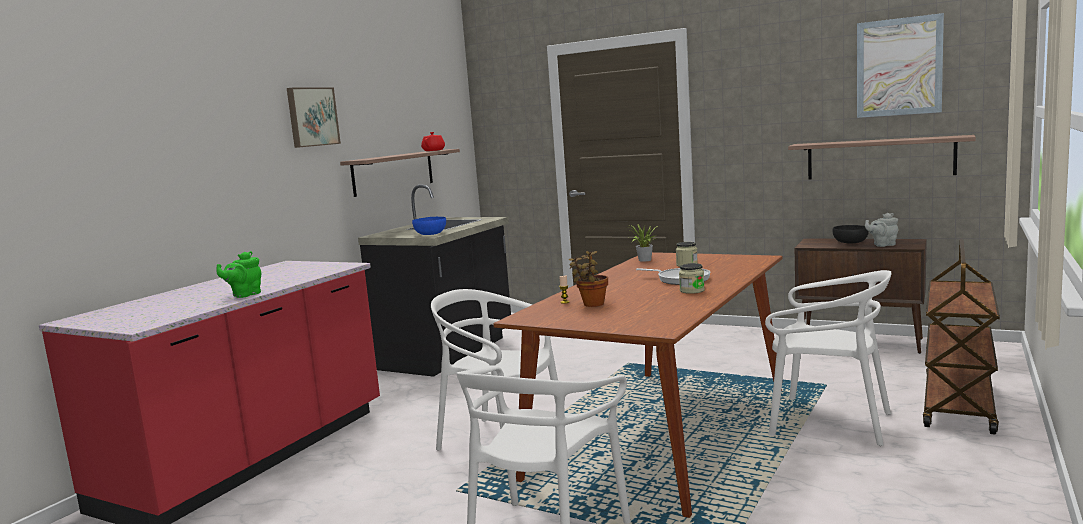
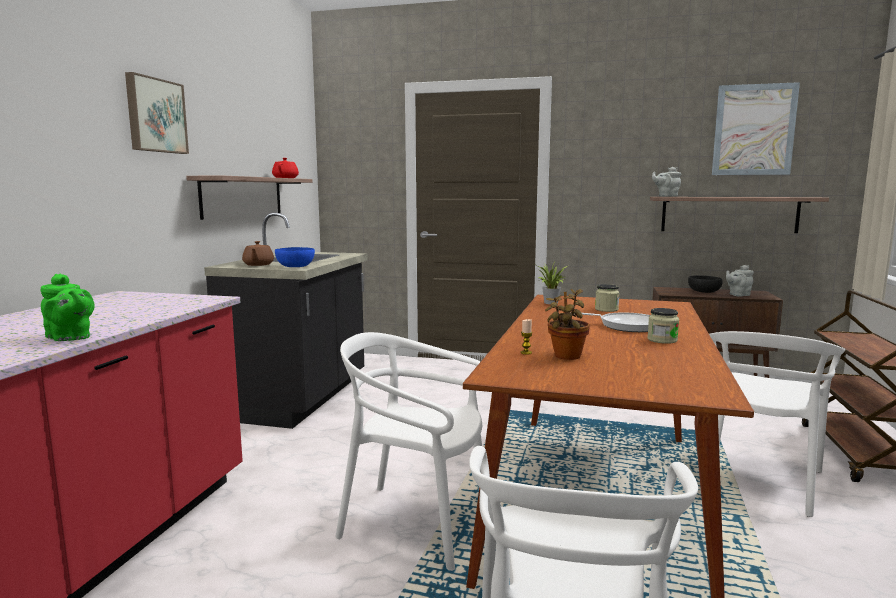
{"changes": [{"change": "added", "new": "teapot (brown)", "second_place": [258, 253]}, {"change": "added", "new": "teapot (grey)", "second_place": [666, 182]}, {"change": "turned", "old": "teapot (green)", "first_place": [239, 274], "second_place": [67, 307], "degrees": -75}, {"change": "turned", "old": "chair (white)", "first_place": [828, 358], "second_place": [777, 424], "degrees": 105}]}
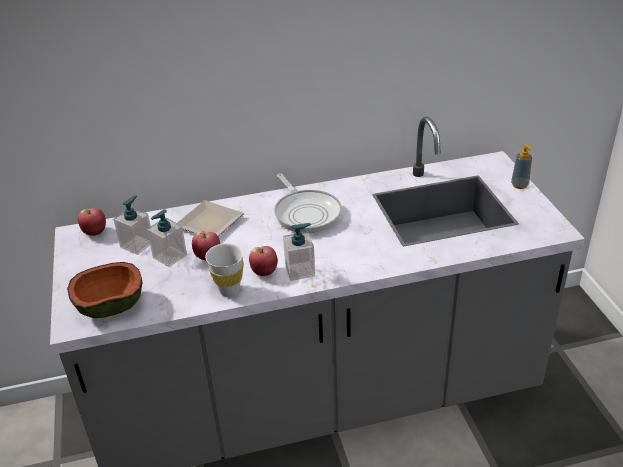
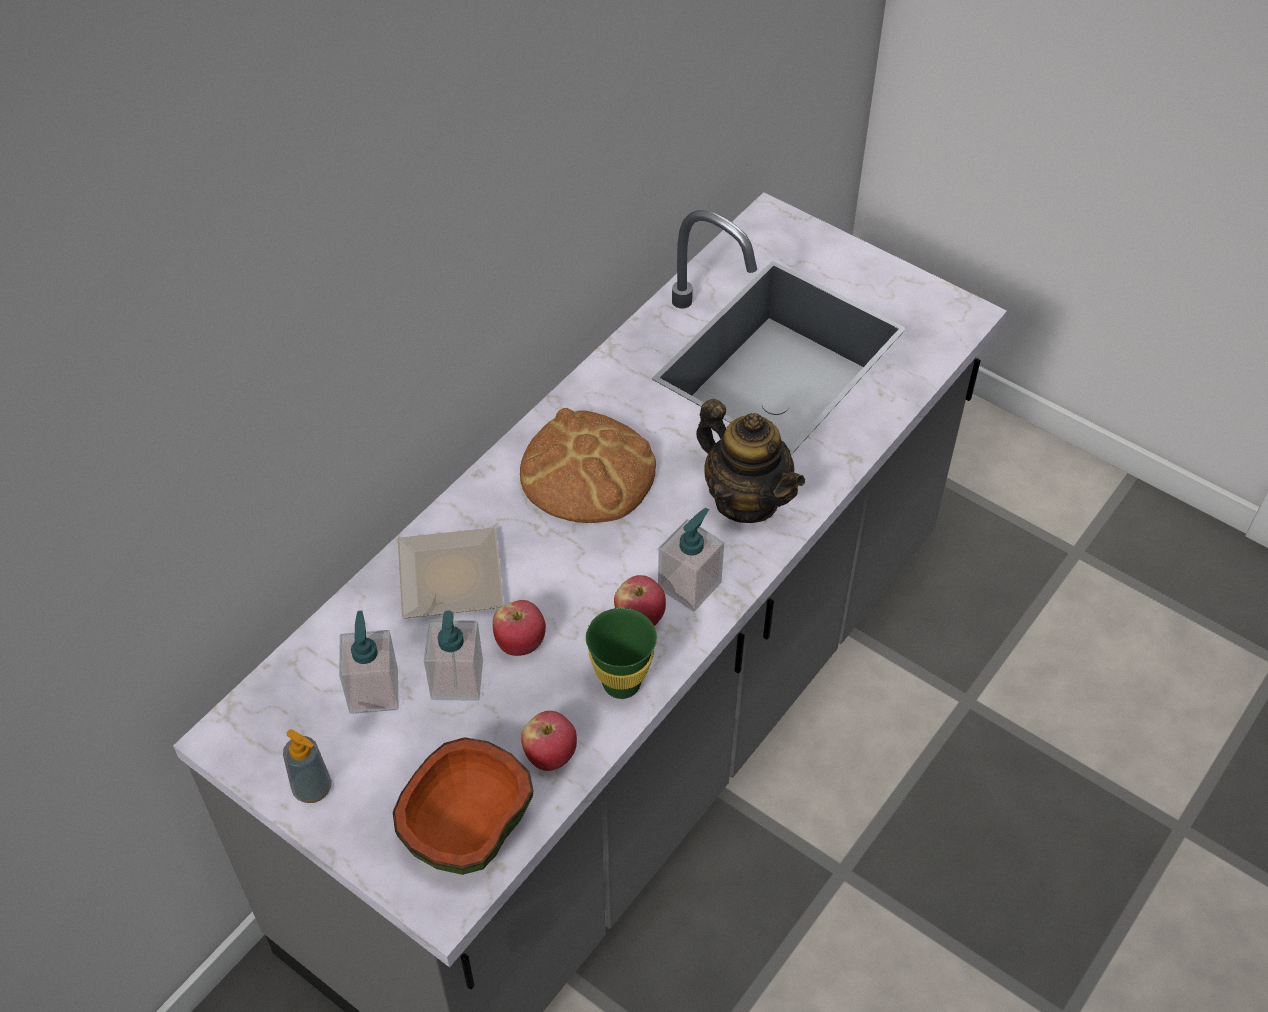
{"changes": [{"change": "added", "new": "teapot", "second_place": [750, 461]}, {"change": "moved", "old": "apple fruit", "first_place": [92, 222], "second_place": [549, 741]}, {"change": "moved", "old": "soap dispenser", "first_place": [521, 166], "second_place": [307, 766]}, {"change": "replaced", "old": "pan", "new": "baked bread", "first_place": [308, 203], "second_place": [588, 465]}, {"change": "recoloured", "old": "small cup (white)", "new": "small cup (green)", "first_place": [224, 270], "second_place": [621, 653]}]}
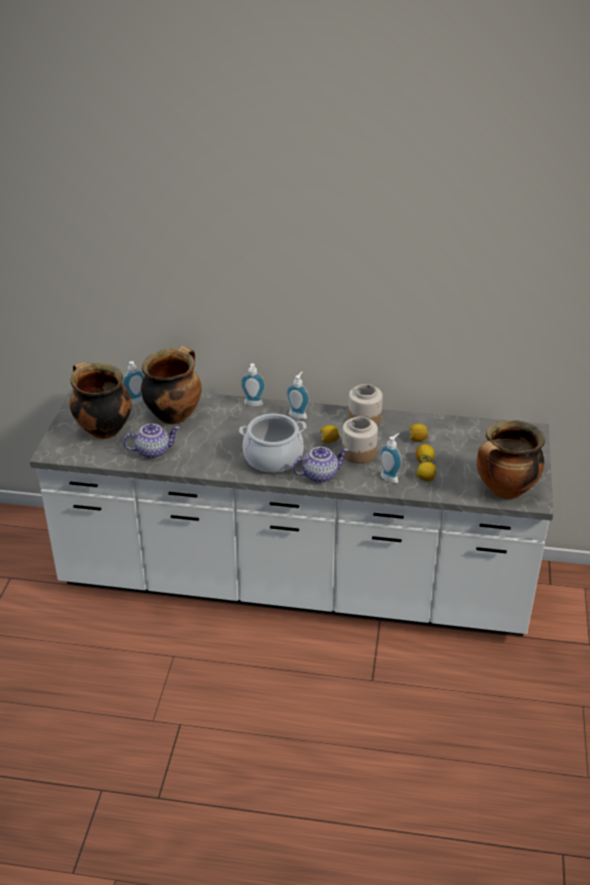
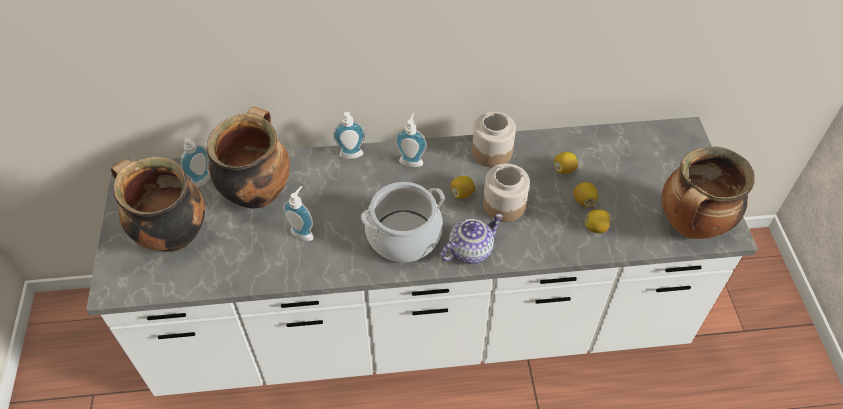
{"changes": [{"change": "removed", "old": "teapot", "first_place": [151, 441]}, {"change": "moved", "old": "soap dispenser", "first_place": [391, 458], "second_place": [298, 213]}]}
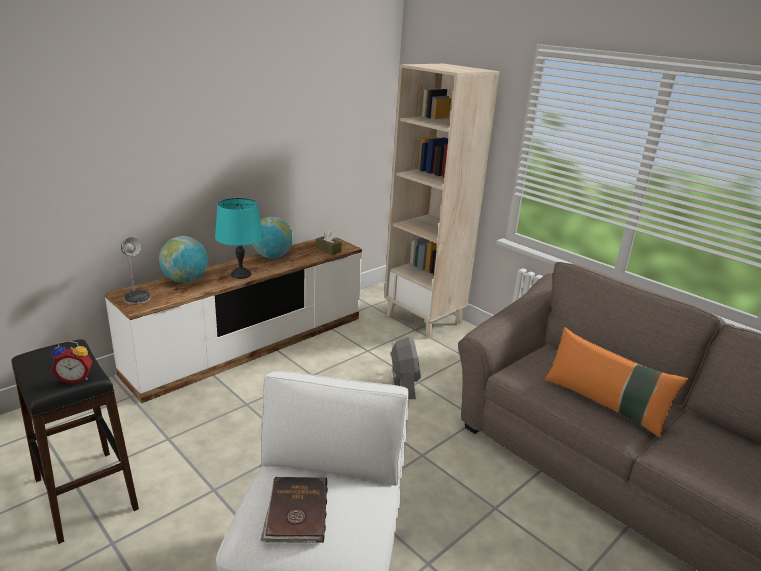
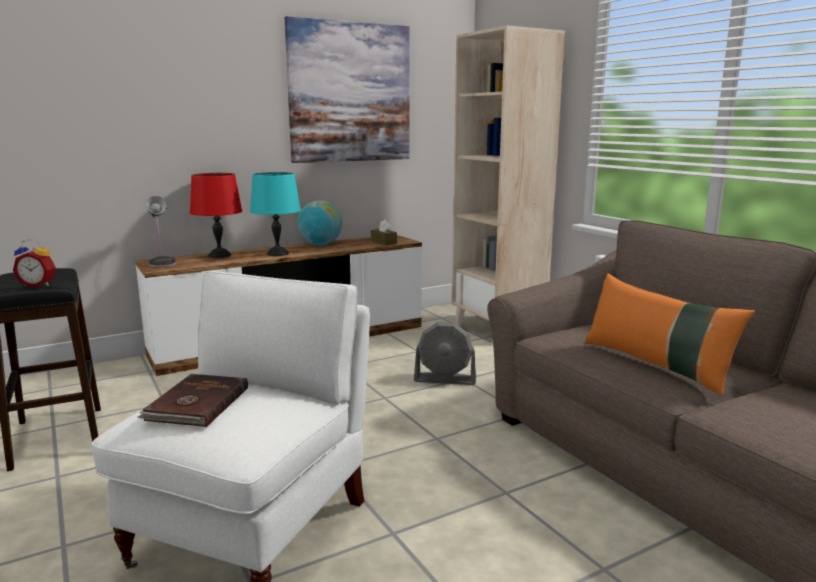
{"changes": [{"change": "added", "new": "wall art", "second_place": [346, 89]}, {"change": "replaced", "old": "globe", "new": "lamp for a table (red-coloured)", "first_place": [183, 259], "second_place": [216, 215]}, {"change": "turned", "old": "fan (grey)", "first_place": [406, 368], "second_place": [445, 353], "degrees": 90}]}
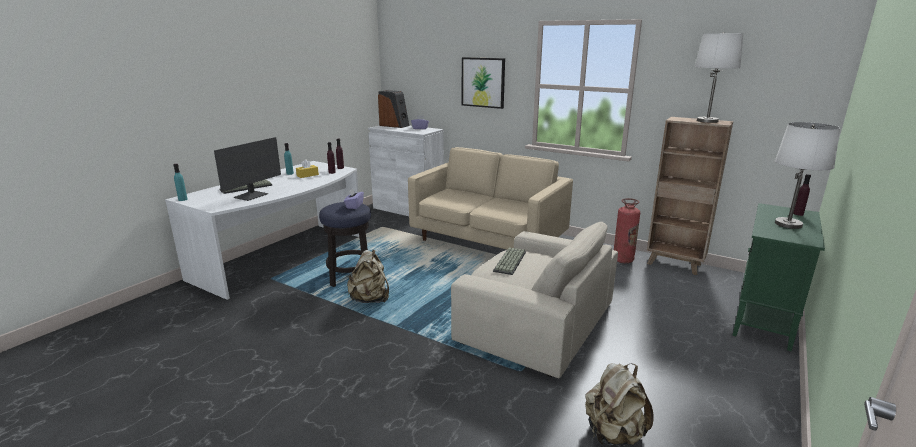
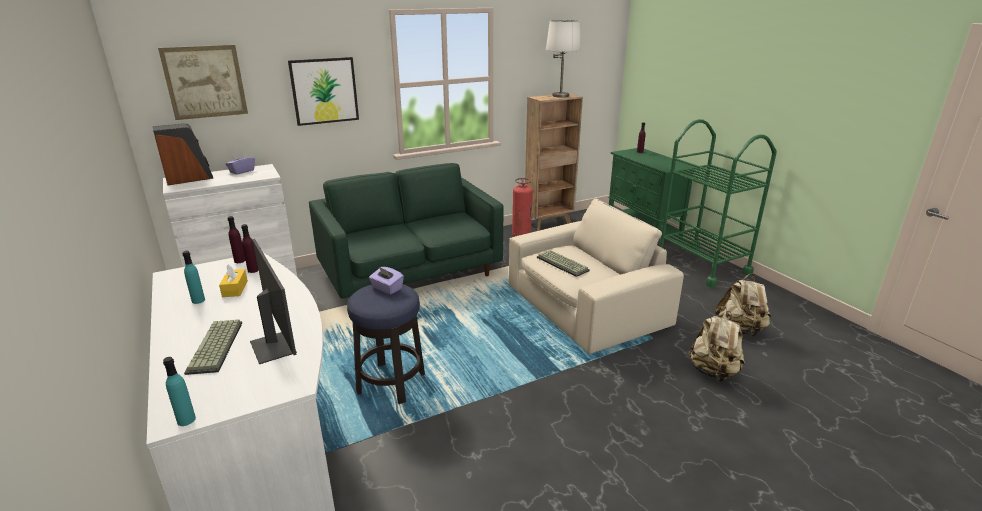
{"changes": [{"change": "removed", "old": "lamp for a table (white)", "first_place": [807, 175]}, {"change": "added", "new": "wall art", "second_place": [203, 82]}, {"change": "added", "new": "wheeled cart (green)", "second_place": [718, 203]}, {"change": "moved", "old": "backpack (sand-coloured)", "first_place": [368, 276], "second_place": [716, 346]}, {"change": "recoloured", "old": "settee (sand-coloured)", "new": "settee (green)", "first_place": [490, 198], "second_place": [406, 231]}]}
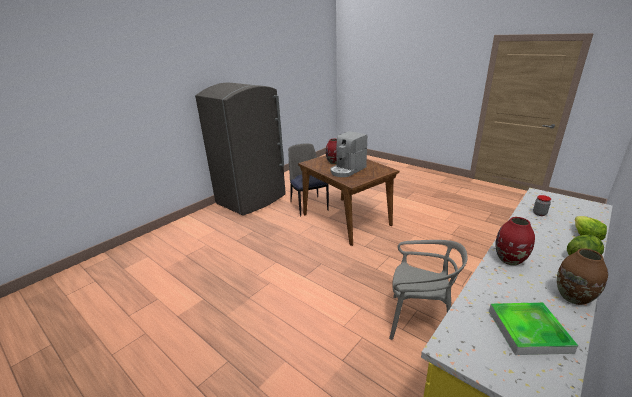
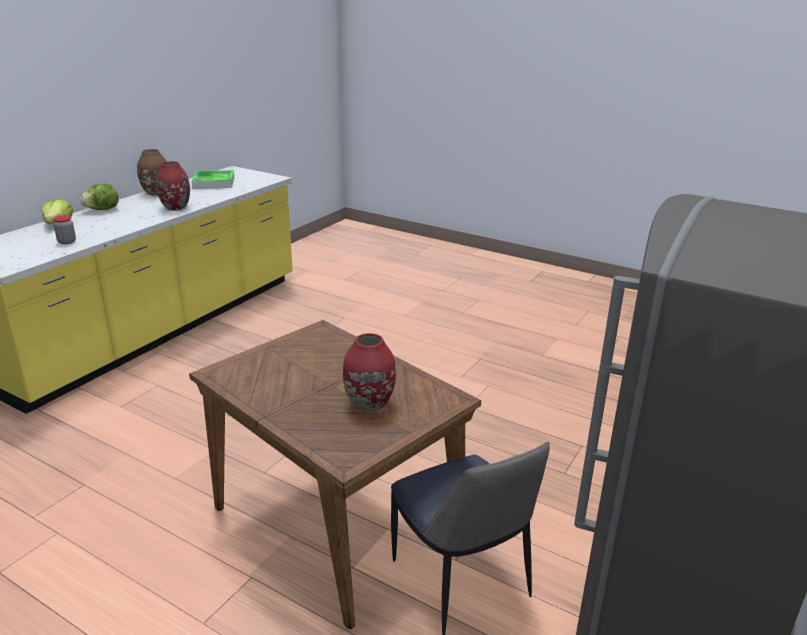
{"changes": [{"change": "removed", "old": "coffee brewer", "first_place": [348, 154]}, {"change": "removed", "old": "chair (grey)", "first_place": [428, 290]}]}
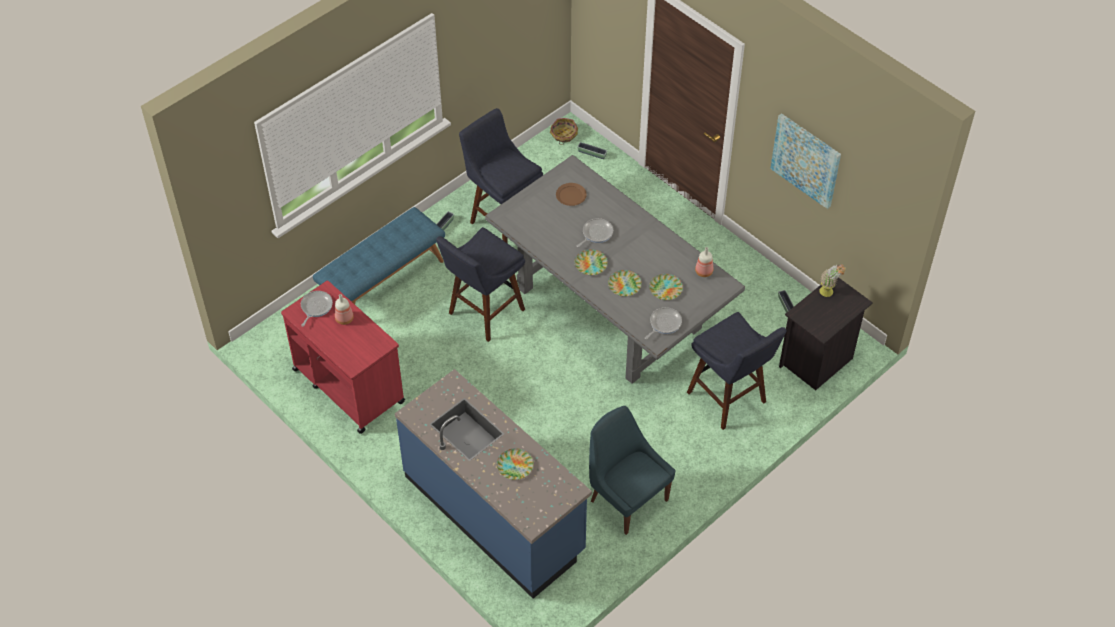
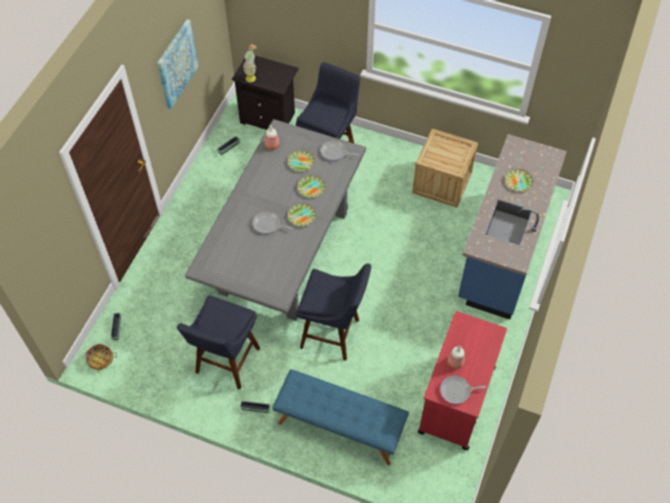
{"changes": [{"change": "removed", "old": "dinner plate (brown)", "first_place": [571, 194]}, {"change": "replaced", "old": "chair (blue)", "new": "crate", "first_place": [632, 470], "second_place": [445, 168]}]}
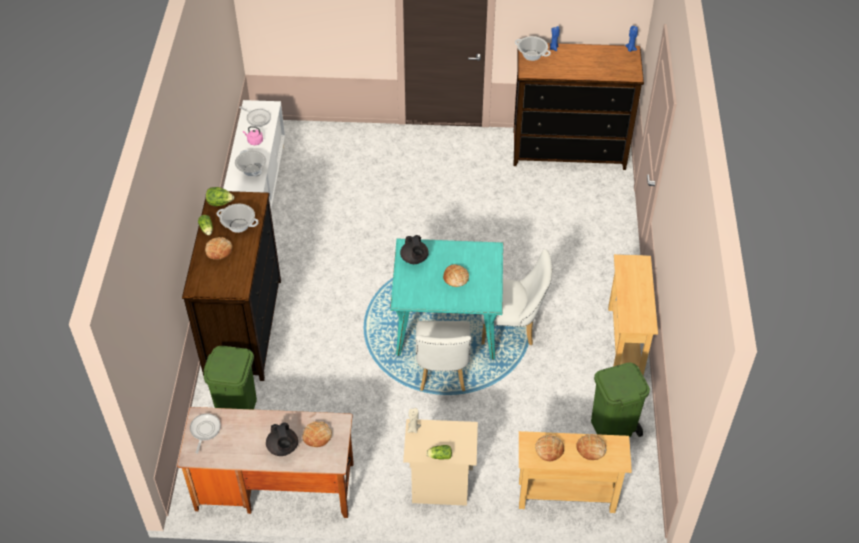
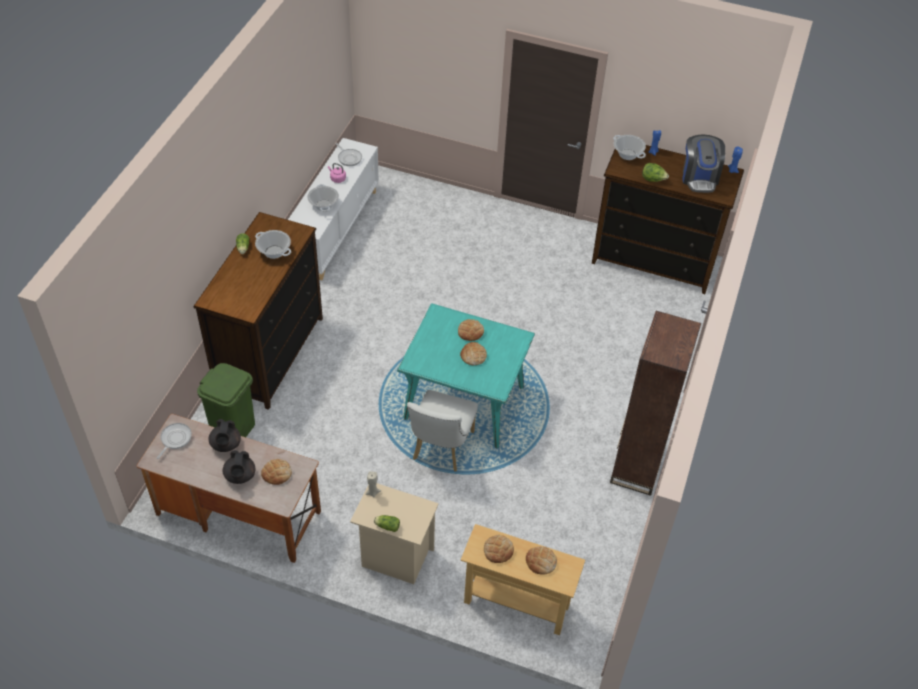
{"changes": [{"change": "removed", "old": "chair (white)", "first_place": [516, 297]}, {"change": "removed", "old": "trash can (green)", "first_place": [620, 400]}, {"change": "added", "new": "coffee brewer", "second_place": [703, 163]}, {"change": "moved", "old": "baked bread", "first_place": [218, 248], "second_place": [471, 330]}, {"change": "moved", "old": "head of lettuce", "first_place": [220, 196], "second_place": [655, 172]}, {"change": "moved", "old": "teapot (black)", "first_place": [414, 249], "second_place": [224, 435]}, {"change": "replaced", "old": "narrow table (sand-coloured)", "new": "bookshelf (brown)", "first_place": [633, 314], "second_place": [655, 403]}]}
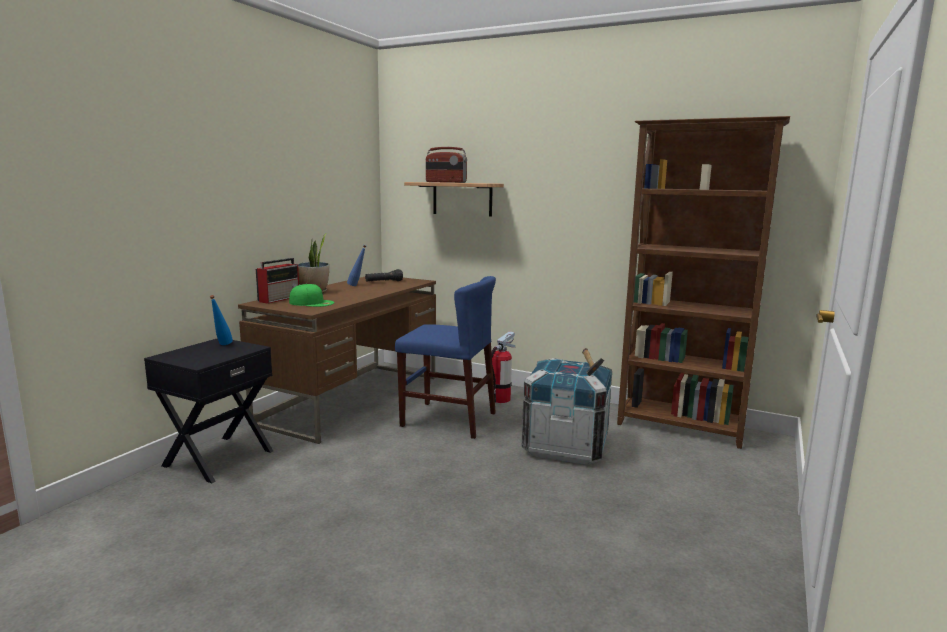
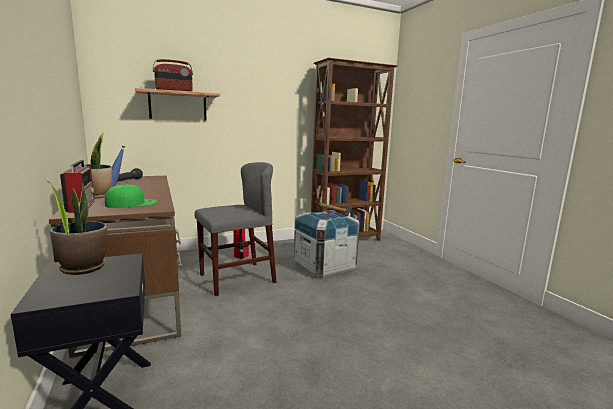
{"changes": [{"change": "replaced", "old": "bottle (blue)", "new": "plant in a pot", "first_place": [221, 320], "second_place": [77, 228]}, {"change": "recoloured", "old": "chair (blue)", "new": "chair (grey)", "first_place": [445, 357], "second_place": [235, 229]}]}
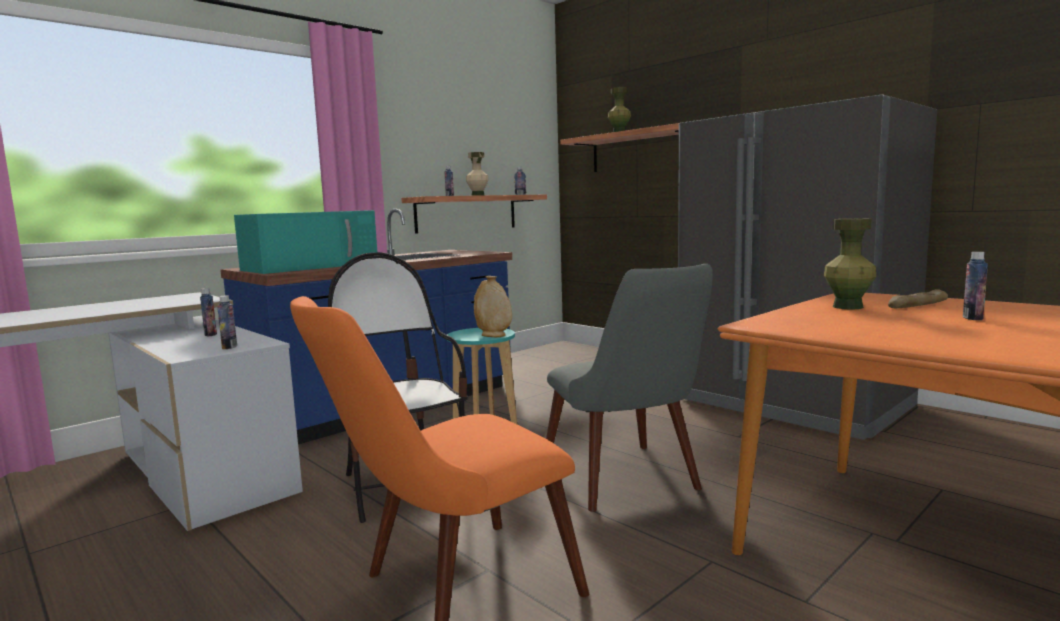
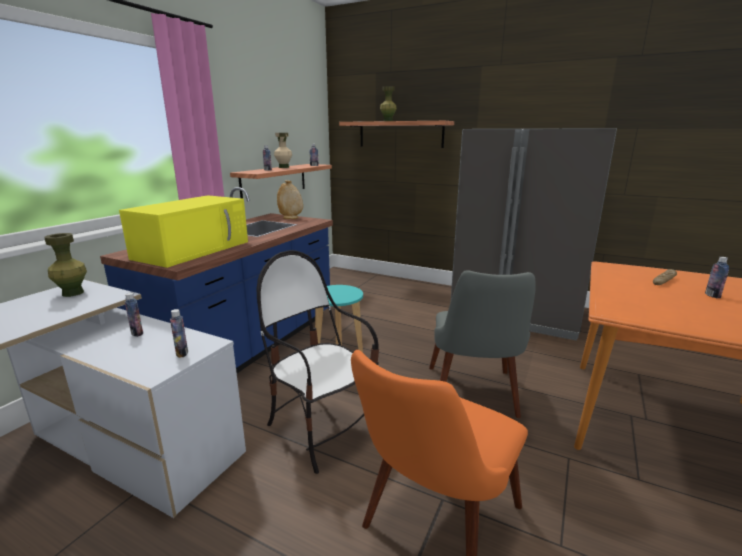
{"changes": [{"change": "moved", "old": "decorative vase (sand-coloured)", "first_place": [493, 306], "second_place": [290, 199]}, {"change": "moved", "old": "decorative vase (green)", "first_place": [850, 263], "second_place": [65, 265]}, {"change": "recoloured", "old": "kitchen microwave (turquoise)", "new": "kitchen microwave (yellow)", "first_place": [305, 242], "second_place": [183, 231]}, {"change": "turned", "old": "chair (grey)", "first_place": [629, 388], "second_place": [482, 344], "degrees": 45}]}
